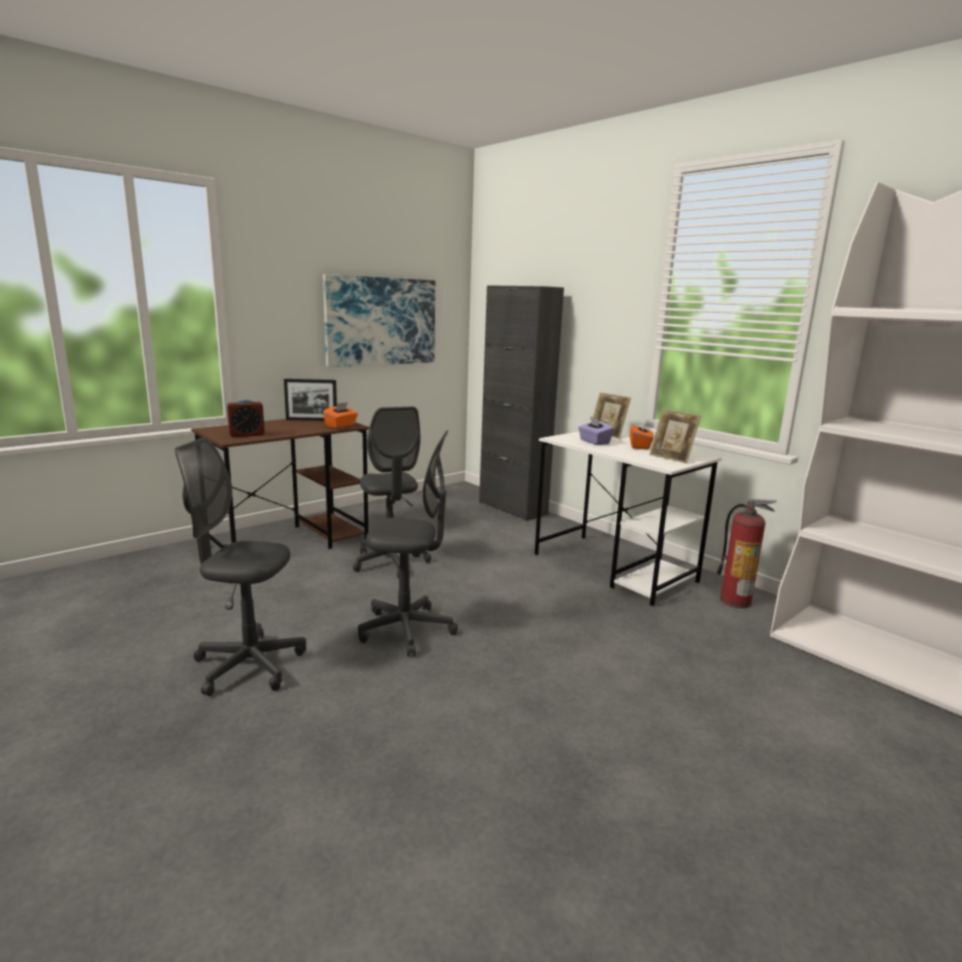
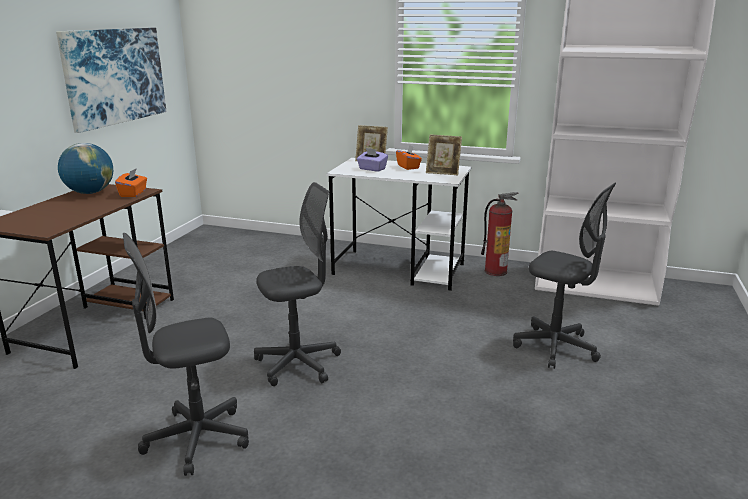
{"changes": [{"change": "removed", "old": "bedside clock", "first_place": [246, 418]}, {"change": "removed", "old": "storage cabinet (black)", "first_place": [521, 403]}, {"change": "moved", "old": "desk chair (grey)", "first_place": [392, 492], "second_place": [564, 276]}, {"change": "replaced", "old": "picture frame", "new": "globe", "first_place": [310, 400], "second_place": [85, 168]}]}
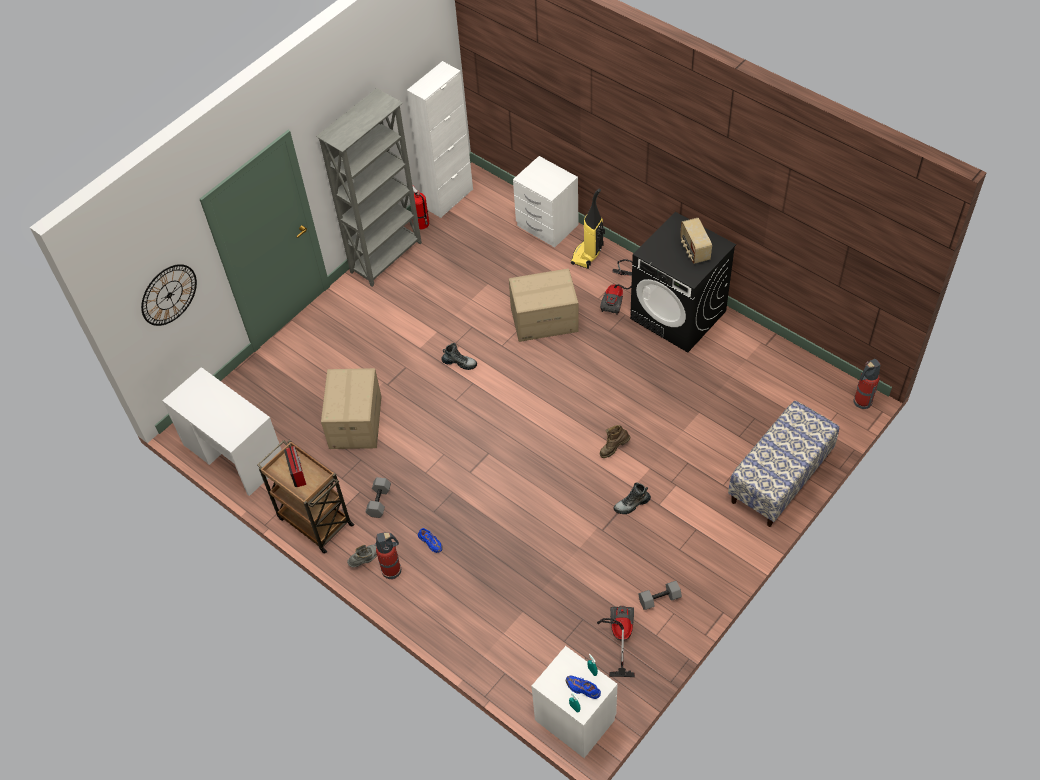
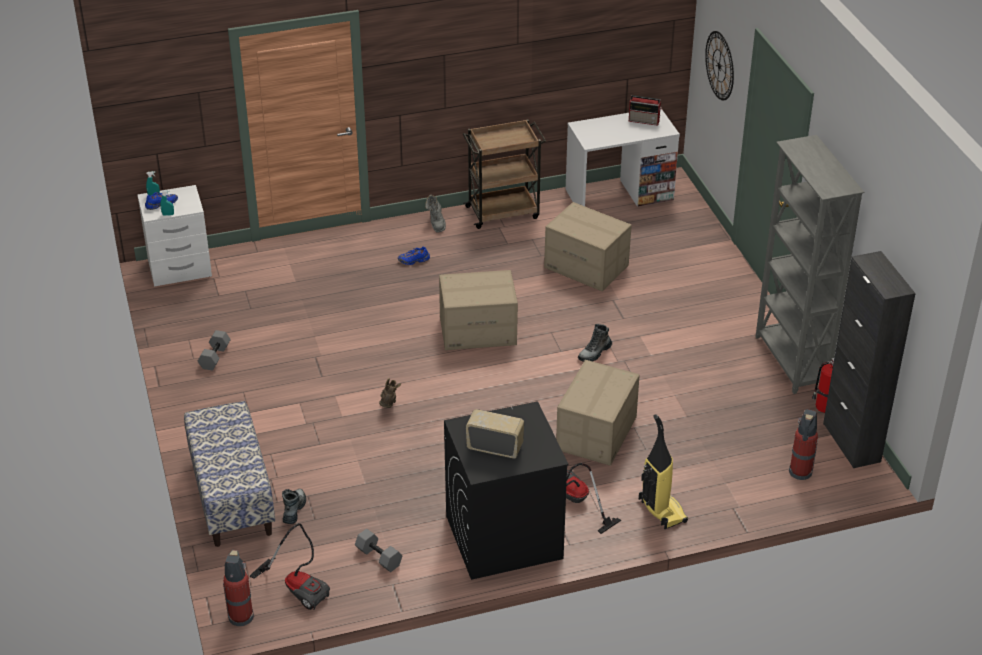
{"changes": [{"change": "removed", "old": "bedside table (white)", "first_place": [546, 201]}, {"change": "added", "new": "cardboard box", "second_place": [478, 310]}, {"change": "moved", "old": "radio set", "first_place": [295, 466], "second_place": [645, 110]}, {"change": "moved", "old": "dumbbell (grey)", "first_place": [378, 497], "second_place": [378, 550]}, {"change": "moved", "old": "fire extinguisher", "first_place": [387, 556], "second_place": [803, 444]}, {"change": "moved", "old": "vacuum", "first_place": [616, 641], "second_place": [289, 566]}, {"change": "moved", "old": "high-top boot", "first_place": [632, 498], "second_place": [294, 506]}, {"change": "recoloured", "old": "storage cabinet (white)", "new": "storage cabinet (black)", "first_place": [440, 139], "second_place": [869, 359]}]}
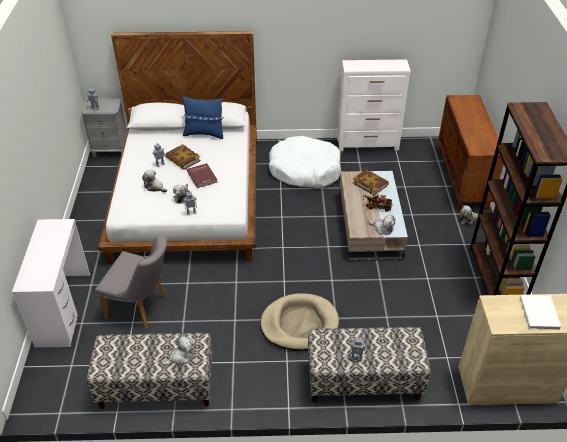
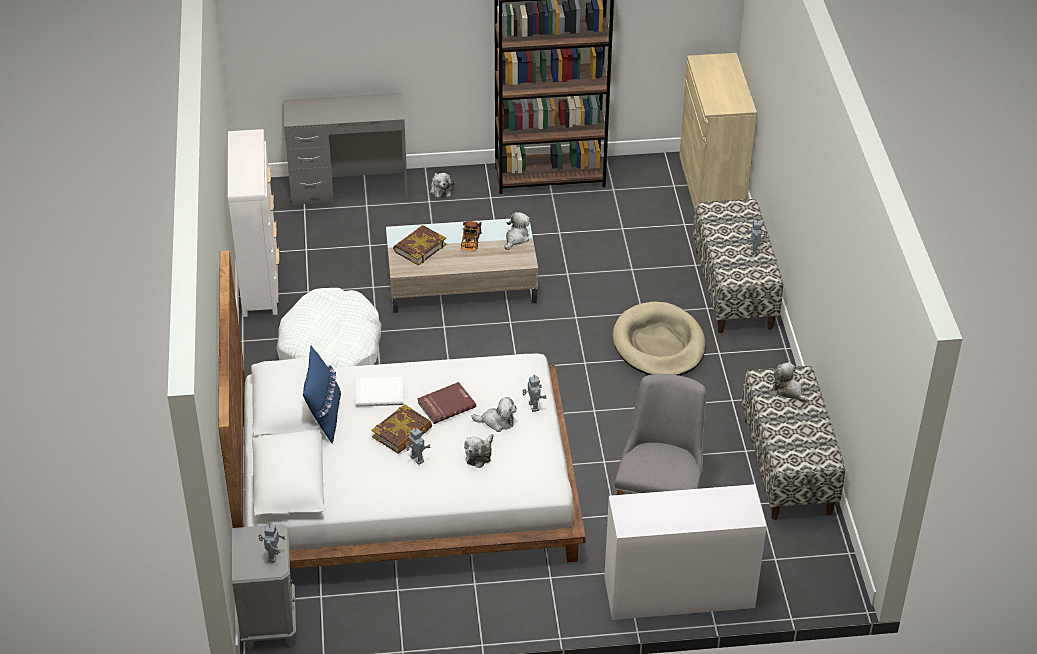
{"changes": [{"change": "moved", "old": "bound book (white)", "first_place": [540, 312], "second_place": [380, 392]}, {"change": "replaced", "old": "storage cabinet (brown)", "new": "desk (grey)", "first_place": [471, 152], "second_place": [345, 149]}]}
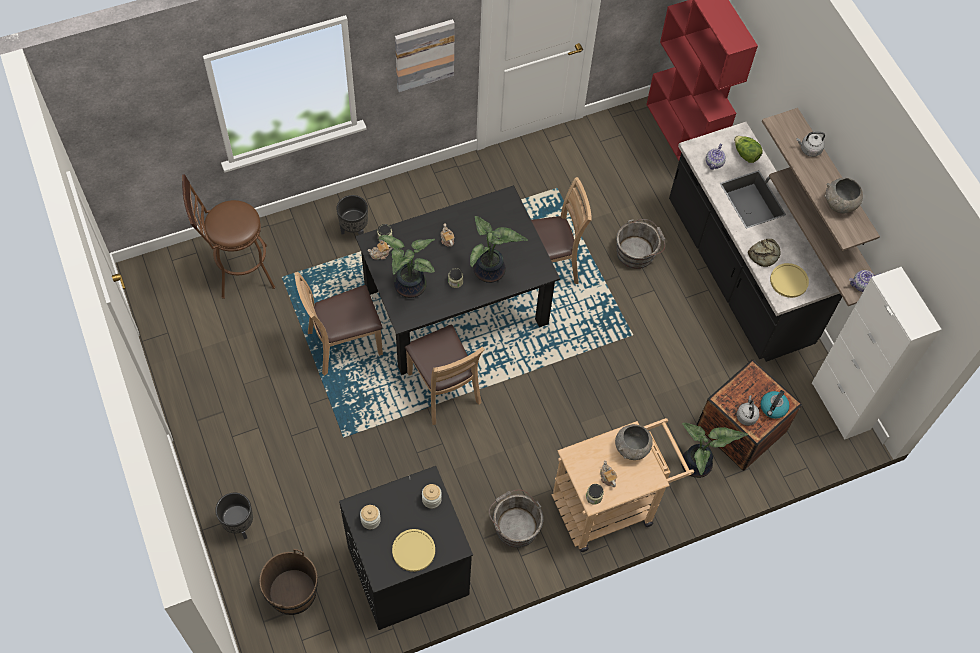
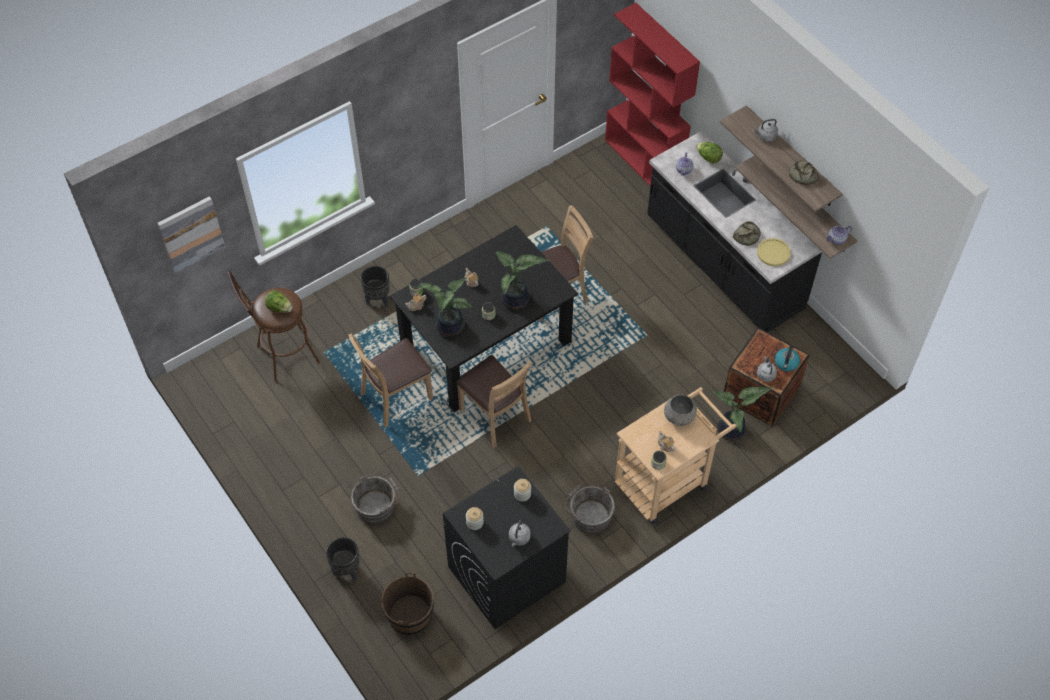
{"changes": [{"change": "removed", "old": "storage cabinet (white)", "first_place": [877, 353]}, {"change": "added", "new": "head of lettuce", "second_place": [279, 301]}, {"change": "moved", "old": "wall art", "first_place": [425, 55], "second_place": [191, 234]}, {"change": "moved", "old": "water bucket (grey)", "first_place": [640, 244], "second_place": [375, 498]}, {"change": "replaced", "old": "dinner plate (yellow)", "new": "tea kettle (grey)", "first_place": [413, 550], "second_place": [520, 533]}, {"change": "replaced", "old": "deep dish (grey)", "new": "baked bread", "first_place": [843, 195], "second_place": [804, 172]}]}
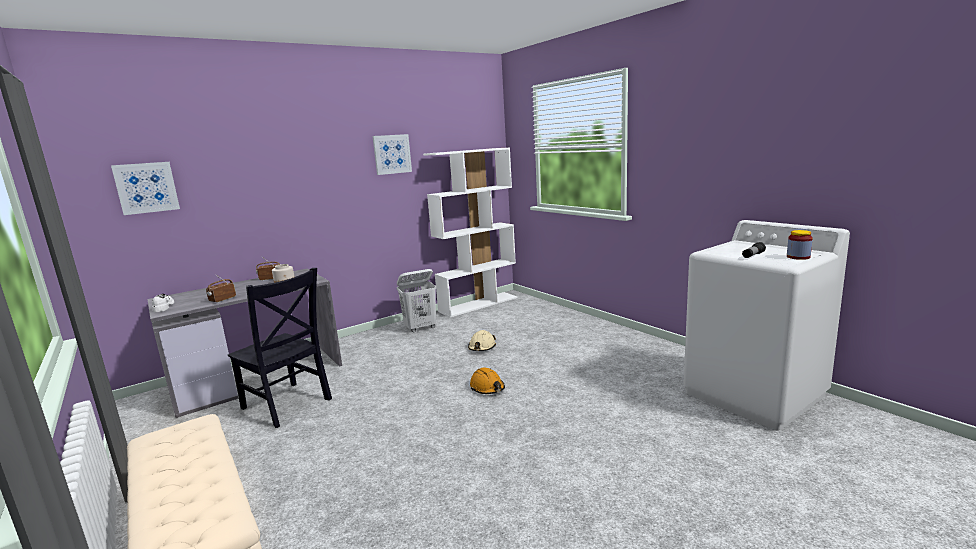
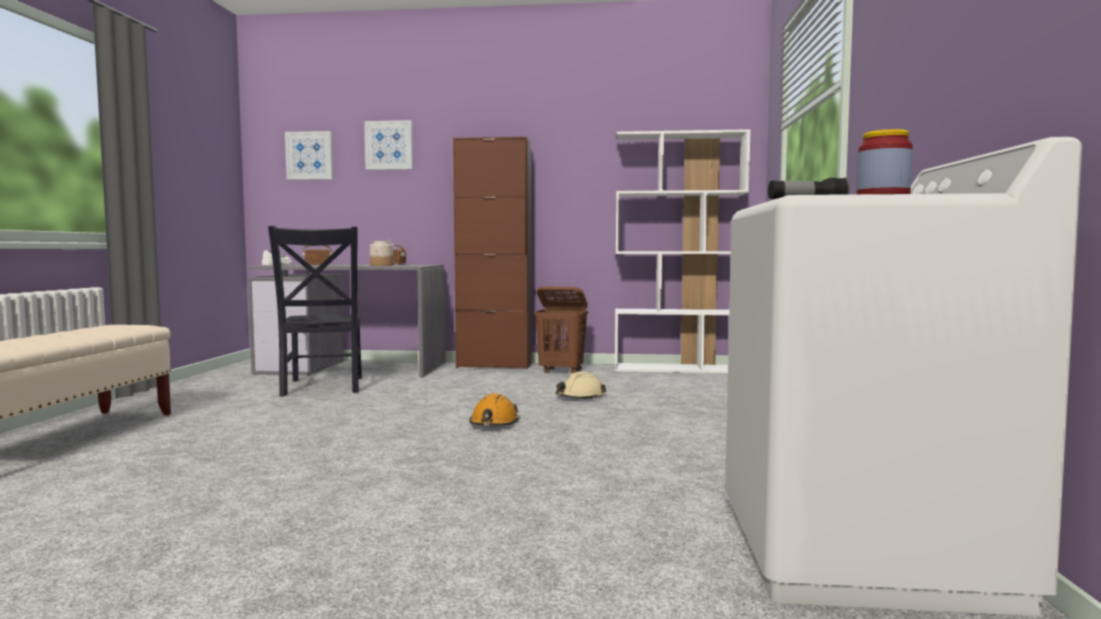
{"changes": [{"change": "added", "new": "storage cabinet (brown)", "second_place": [492, 253]}, {"change": "moved", "old": "wall art", "first_place": [392, 154], "second_place": [388, 145]}, {"change": "recoloured", "old": "laundry basket (white)", "new": "laundry basket (brown)", "first_place": [416, 300], "second_place": [561, 329]}]}
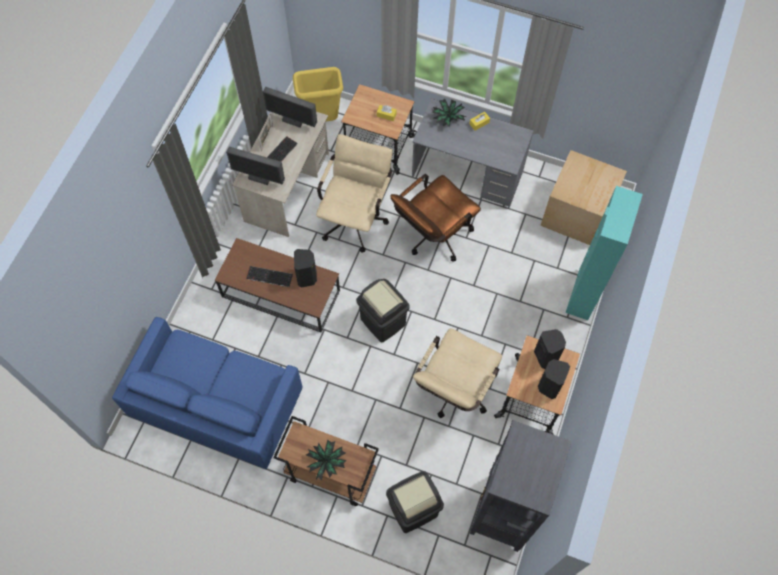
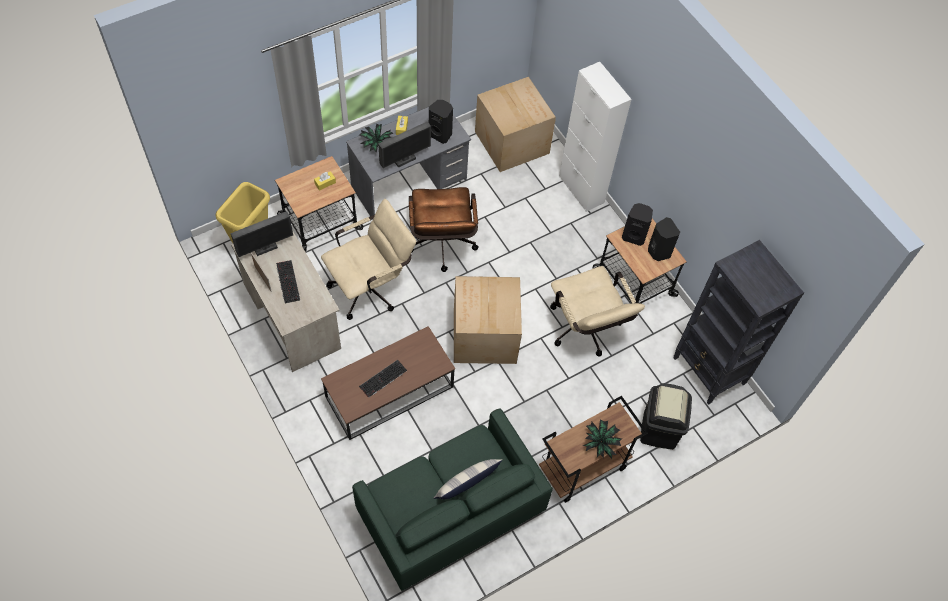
{"changes": [{"change": "added", "new": "throw pillow", "second_place": [467, 479]}, {"change": "moved", "old": "computer screen", "first_place": [255, 166], "second_place": [404, 145]}, {"change": "moved", "old": "speaker (black)", "first_place": [305, 268], "second_place": [441, 122]}, {"change": "replaced", "old": "trash can (black)", "new": "cardboard box", "first_place": [383, 310], "second_place": [488, 320]}, {"change": "recoloured", "old": "settee (blue)", "new": "settee (green)", "first_place": [207, 393], "second_place": [452, 499]}, {"change": "recoloured", "old": "storage cabinet (turquoise)", "new": "storage cabinet (white)", "first_place": [604, 253], "second_place": [595, 137]}, {"change": "turned", "old": "desk chair (sand-coloured)", "first_place": [354, 193], "second_place": [368, 259], "degrees": 90}]}
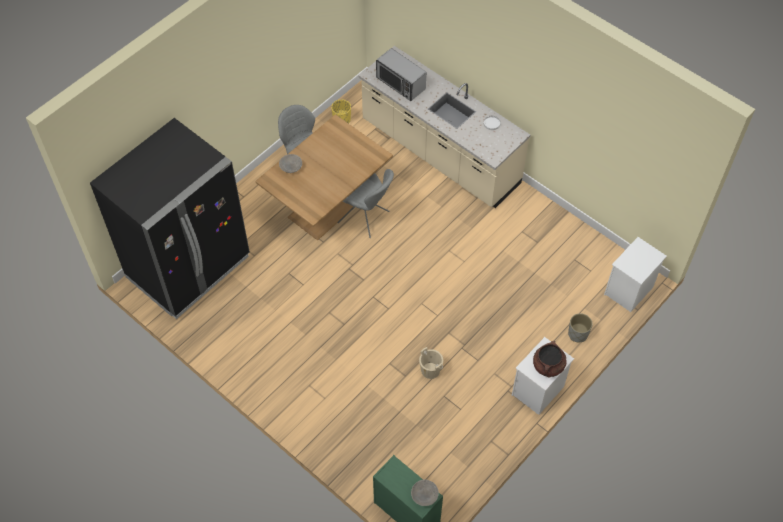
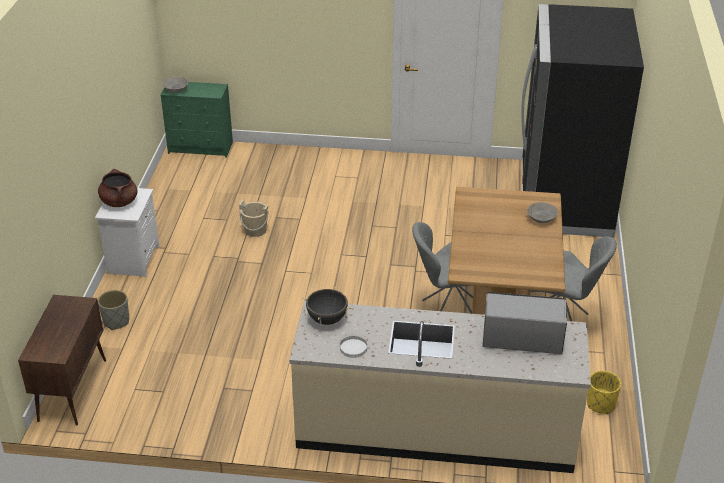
{"changes": [{"change": "added", "new": "stockpot (black)", "second_place": [326, 306]}, {"change": "replaced", "old": "bedside table (white)", "new": "storage cabinet (brown)", "first_place": [635, 274], "second_place": [62, 360]}]}
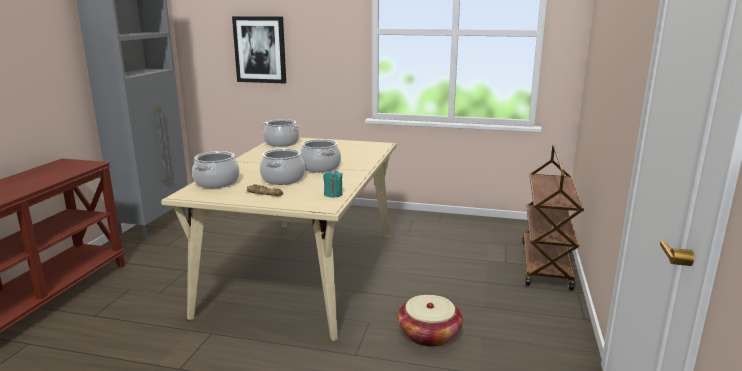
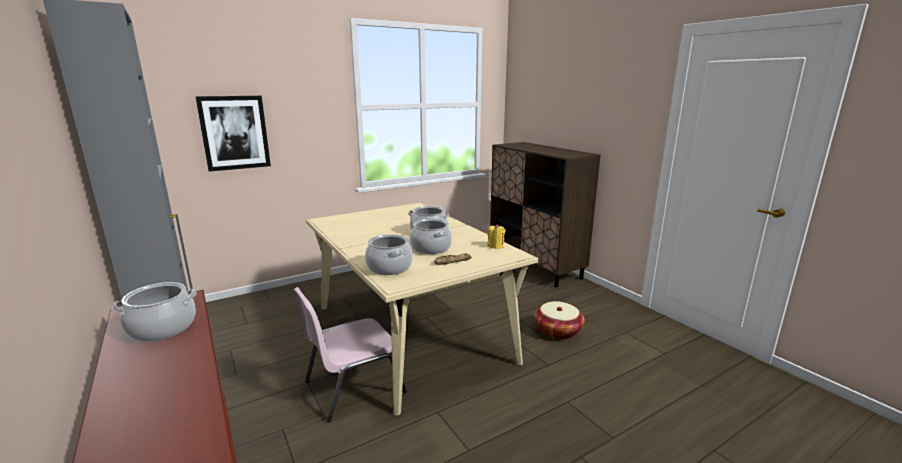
{"changes": [{"change": "added", "new": "chair (pinkish)", "second_place": [350, 354]}, {"change": "moved", "old": "stockpot", "first_place": [281, 133], "second_place": [154, 312]}, {"change": "replaced", "old": "wheeled cart (brown)", "new": "storage cabinet (brown)", "first_place": [553, 217], "second_place": [545, 214]}, {"change": "recoloured", "old": "candle (turquoise)", "new": "candle (yellow)", "first_place": [333, 183], "second_place": [496, 236]}]}
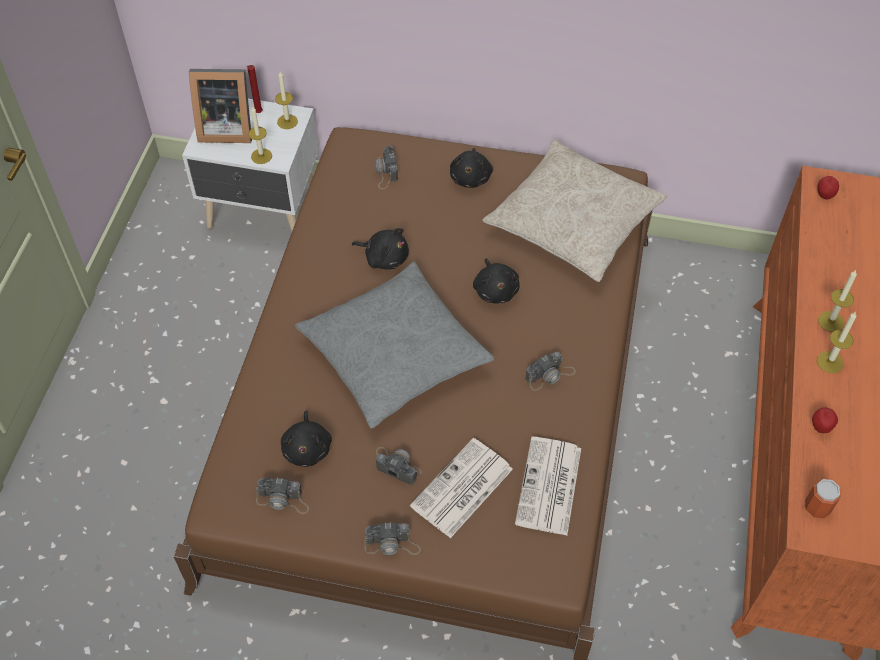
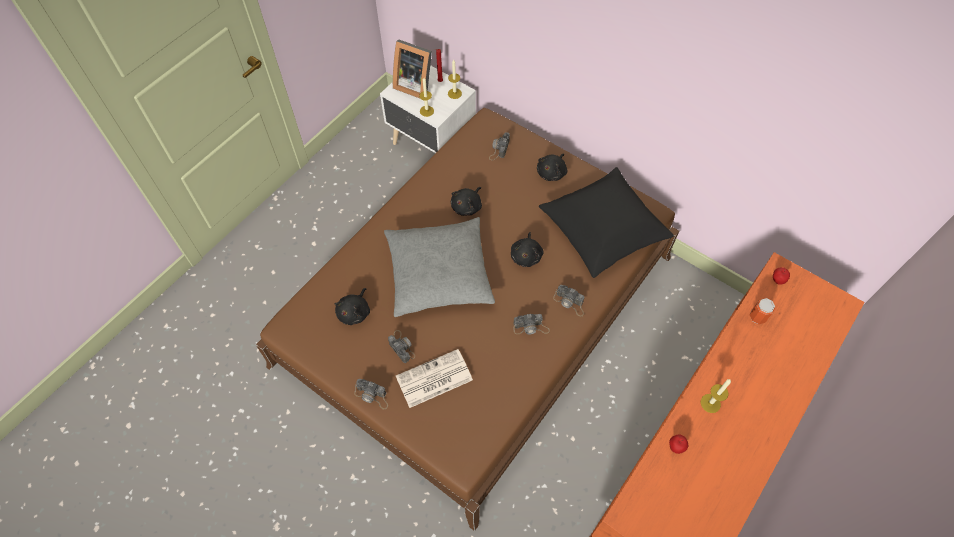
{"changes": [{"change": "removed", "old": "daily paper", "first_place": [548, 486]}, {"change": "removed", "old": "candle", "first_place": [837, 301]}, {"change": "moved", "old": "still camera", "first_place": [282, 496], "second_place": [569, 300]}, {"change": "moved", "old": "sealed can", "first_place": [823, 499], "second_place": [762, 311]}, {"change": "recoloured", "old": "throw pillow (sand-coloured)", "new": "throw pillow (black)", "first_place": [574, 211], "second_place": [606, 222]}, {"change": "turned", "old": "soft toy (black)", "first_place": [380, 249], "second_place": [466, 201], "degrees": 75}]}
